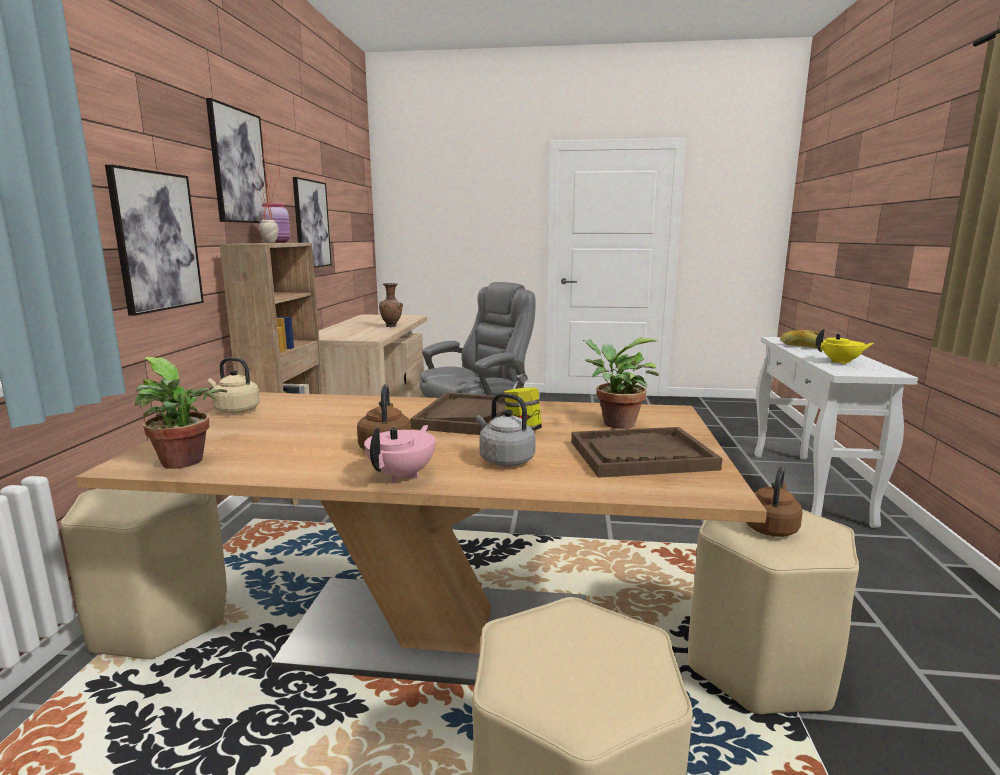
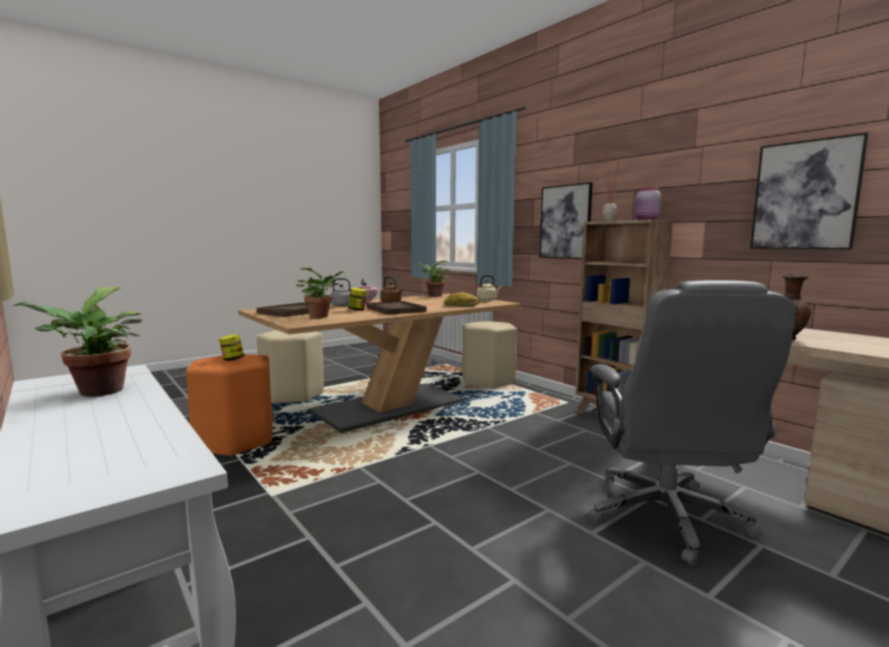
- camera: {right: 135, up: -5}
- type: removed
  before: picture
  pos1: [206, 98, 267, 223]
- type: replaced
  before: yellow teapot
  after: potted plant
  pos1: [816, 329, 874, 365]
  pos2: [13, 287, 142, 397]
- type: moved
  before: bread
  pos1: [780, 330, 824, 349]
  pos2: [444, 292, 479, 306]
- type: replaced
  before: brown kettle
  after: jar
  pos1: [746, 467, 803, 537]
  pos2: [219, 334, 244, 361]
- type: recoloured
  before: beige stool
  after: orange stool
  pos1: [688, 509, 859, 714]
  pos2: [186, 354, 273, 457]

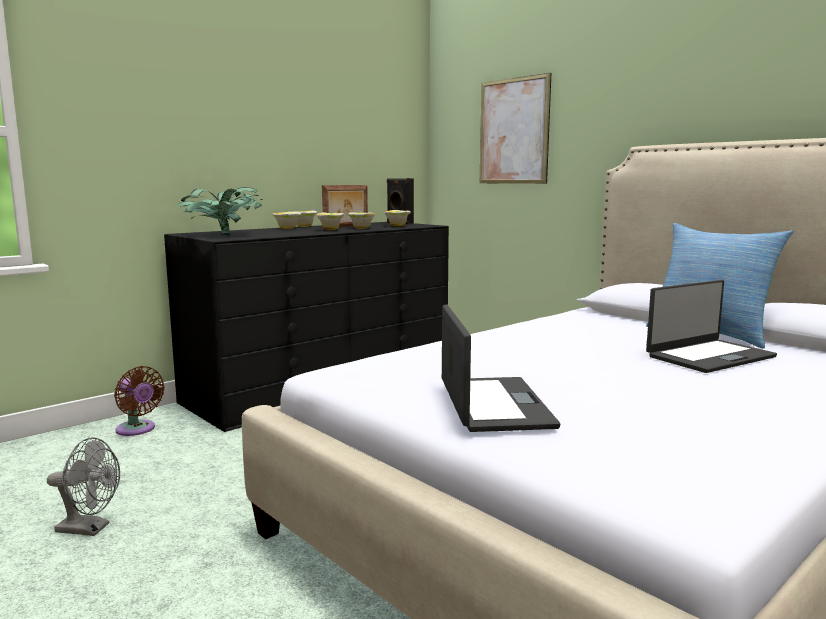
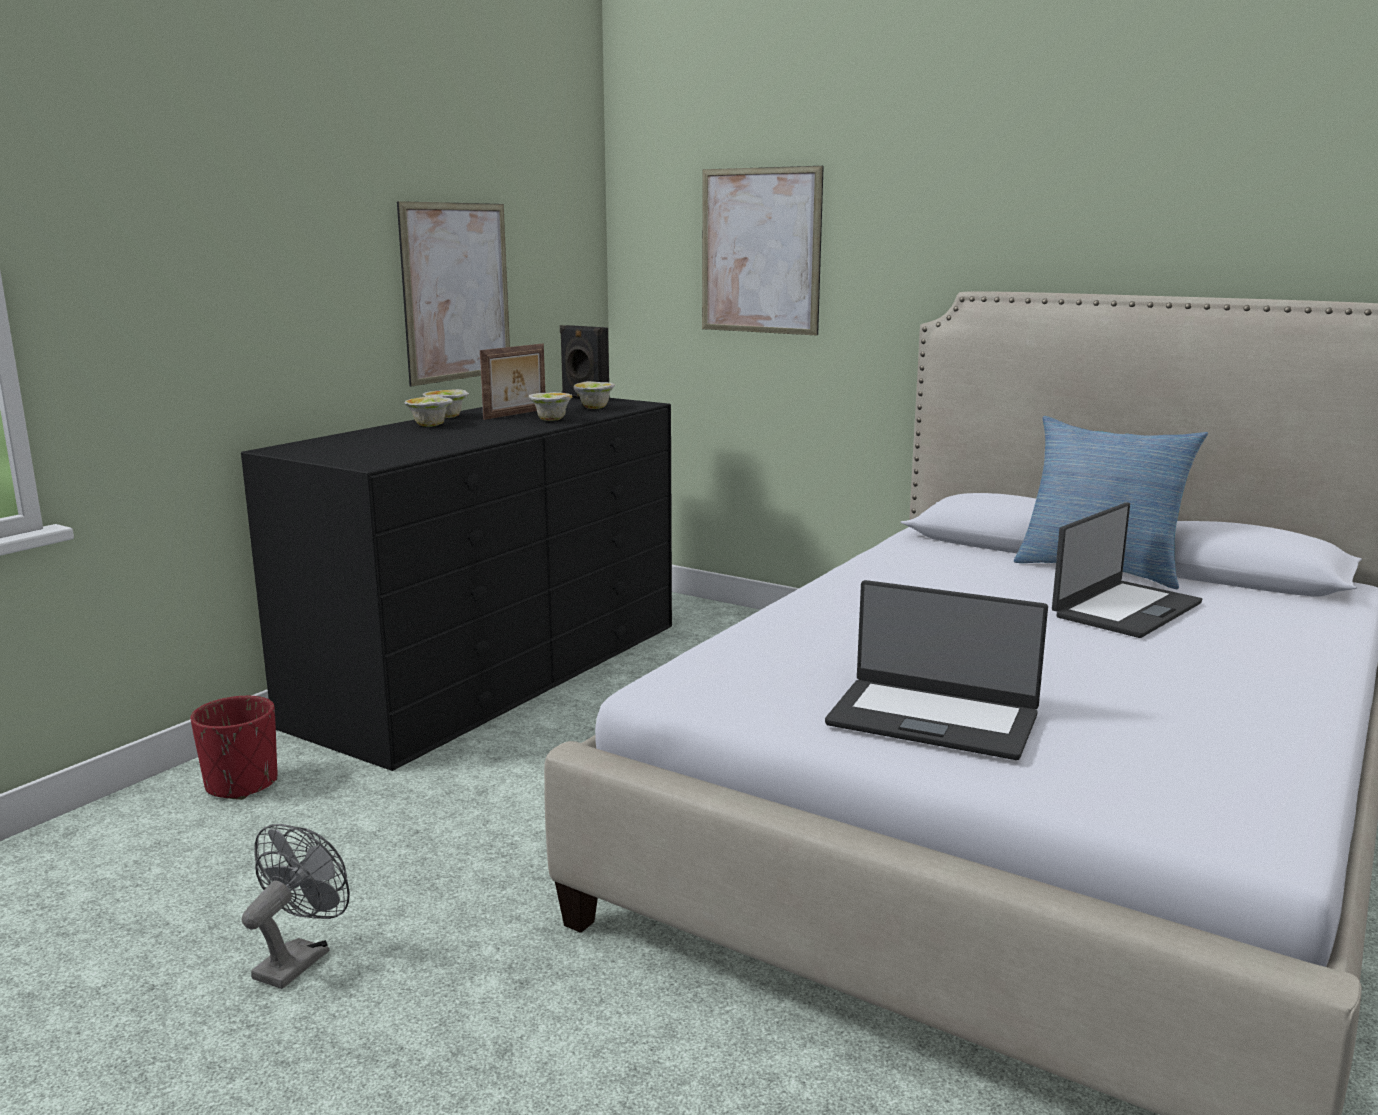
- camera: {right: -15, up: 5}
- type: removed
  before: potted plant
  pos1: [177, 187, 262, 235]
- type: removed
  before: bowl
  pos1: [317, 213, 344, 230]
- type: turned
  before: laptop
  pos1: [442, 305, 560, 432]
  pos2: [825, 580, 1048, 760]
  turn: 135
- type: replaced
  before: brown fan
  after: red planter
  pos1: [114, 366, 165, 436]
  pos2: [191, 696, 277, 800]
- type: turned
  before: grey fan
  pos1: [47, 437, 120, 536]
  pos2: [242, 824, 350, 989]
  turn: -60
- type: added
  after: picture
  pos2: [397, 201, 510, 386]

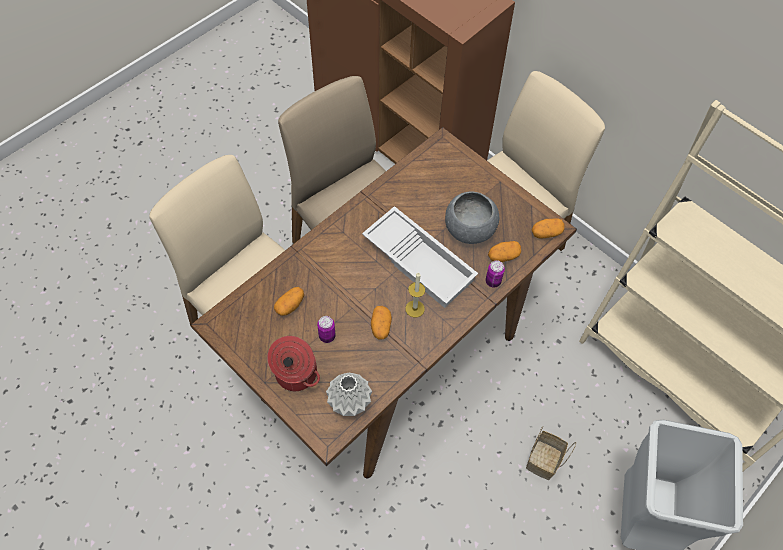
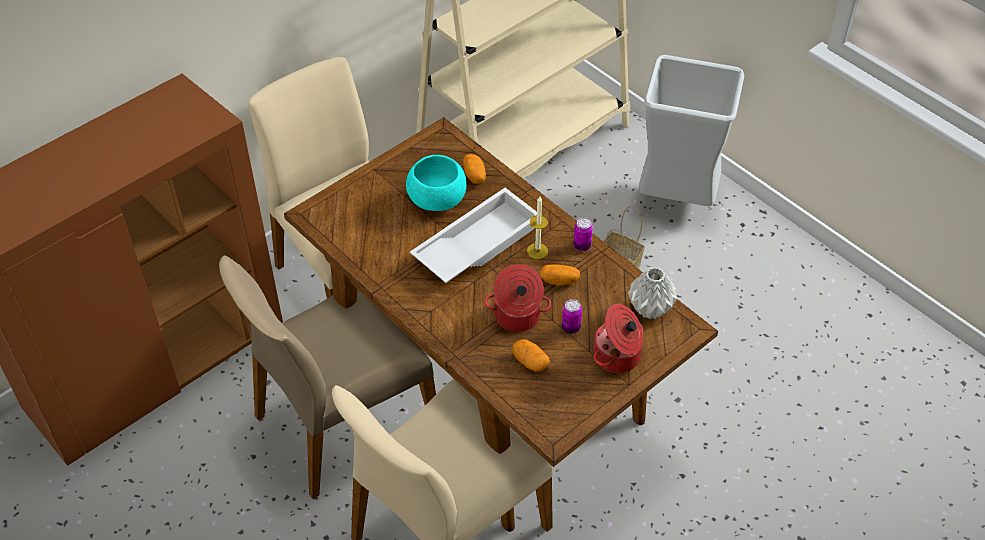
- camera: {right: -85, up: -10}
- type: recoloured
  before: grey bowl
  after: turquoise bowl
  pos1: [445, 192, 499, 244]
  pos2: [406, 155, 467, 211]
- type: removed
  before: potato
  pos1: [532, 218, 564, 239]
- type: moved
  before: can
  pos1: [485, 260, 505, 287]
  pos2: [573, 218, 593, 251]
- type: added
  after: cooking pot
  pos2: [485, 264, 551, 332]

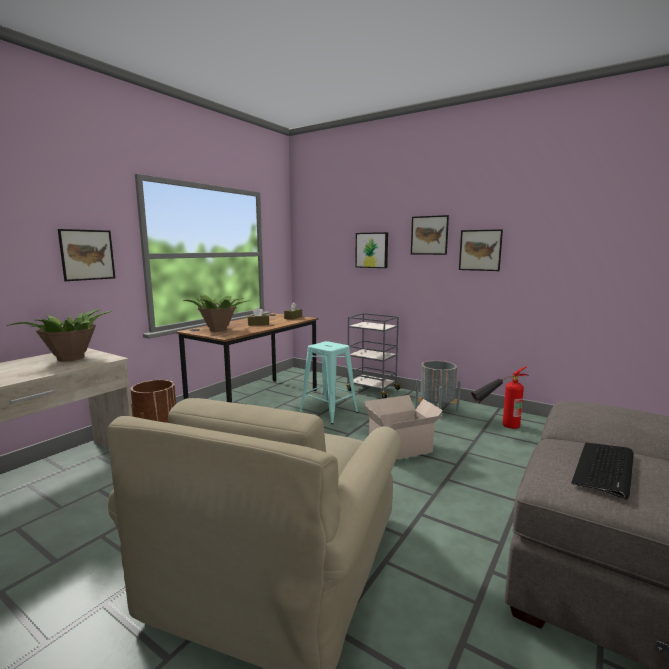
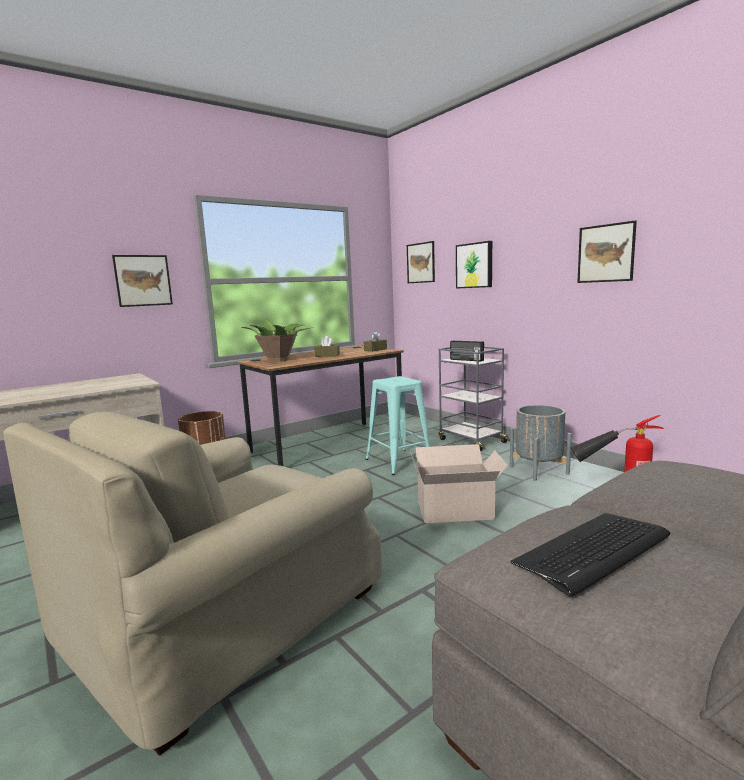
- camera: {right: 20, up: 0}
- type: moved
  before: picture
  pos1: [411, 215, 449, 255]
  pos2: [407, 241, 435, 283]
- type: removed
  before: potted plant
  pos1: [7, 309, 112, 362]
- type: added
  after: radio
  pos2: [450, 340, 484, 362]

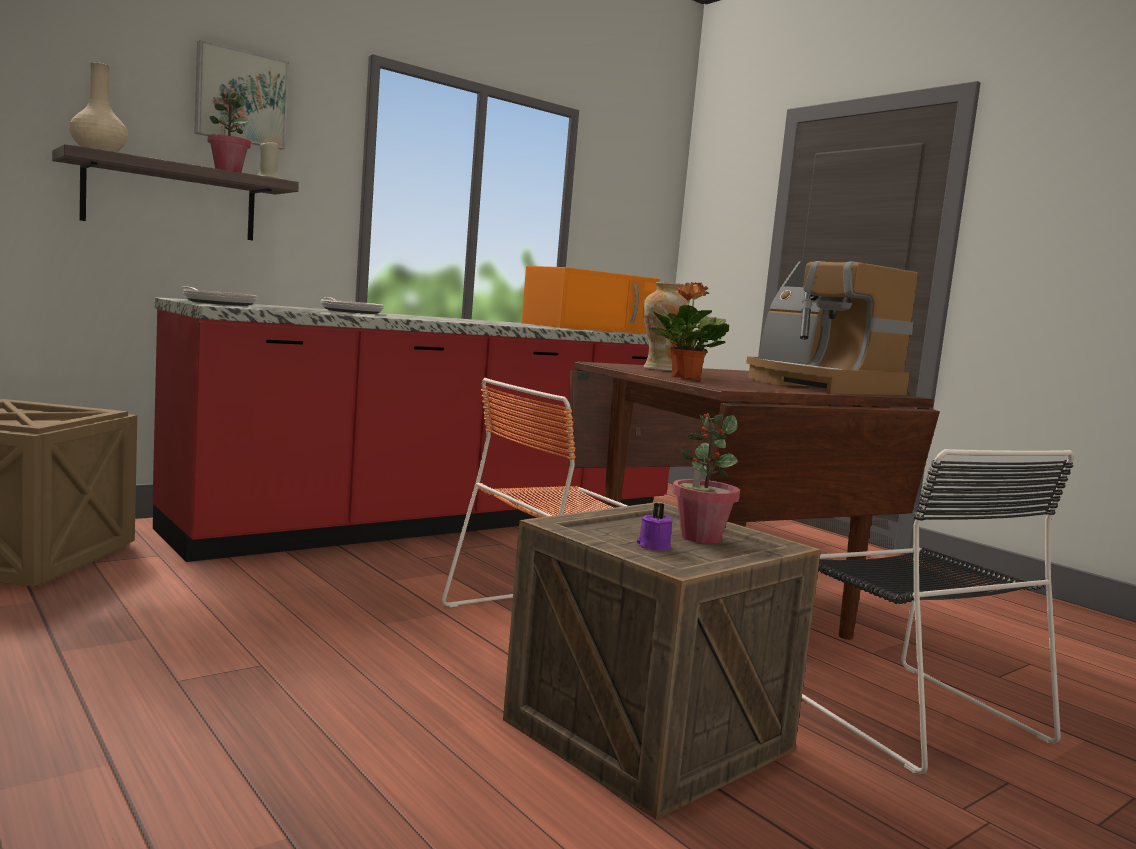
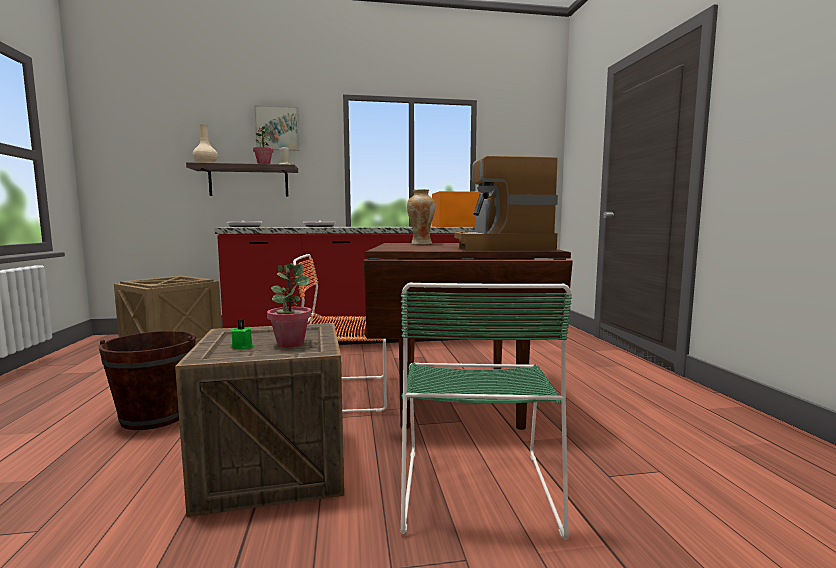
- camera: {right: 30, up: 0}
- type: removed
  before: potted plant
  pos1: [651, 282, 730, 380]
- type: recoloured
  before: black chair
  after: green chair
  pos1: [802, 449, 1074, 774]
  pos2: [400, 283, 572, 540]
- type: recoloured
  before: purple candle
  after: green candle
  pos1: [637, 503, 673, 551]
  pos2: [230, 320, 253, 349]
- type: added
  after: brown bucket
  pos2: [98, 331, 196, 430]

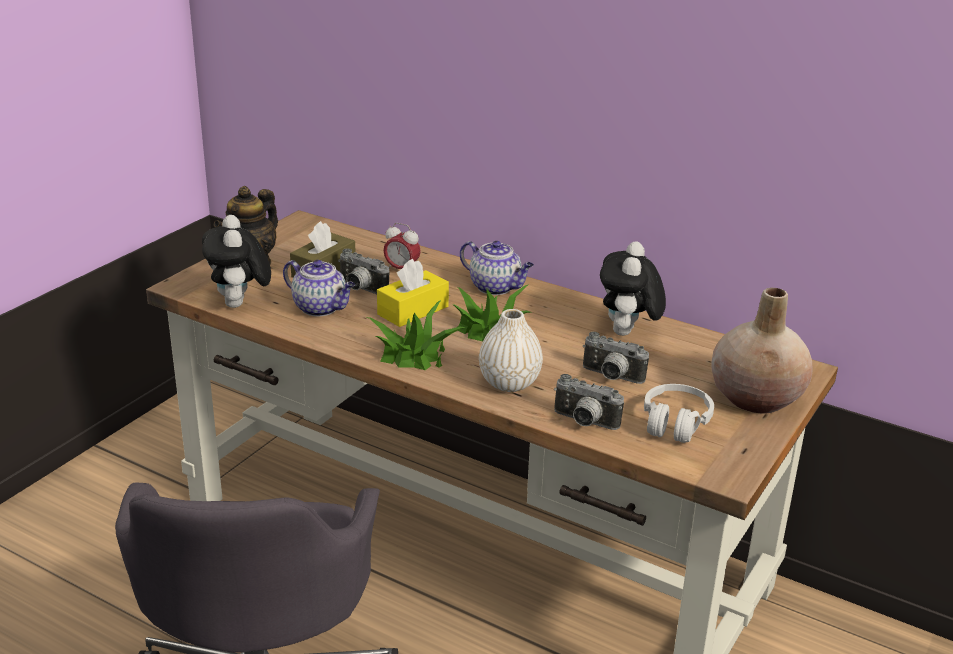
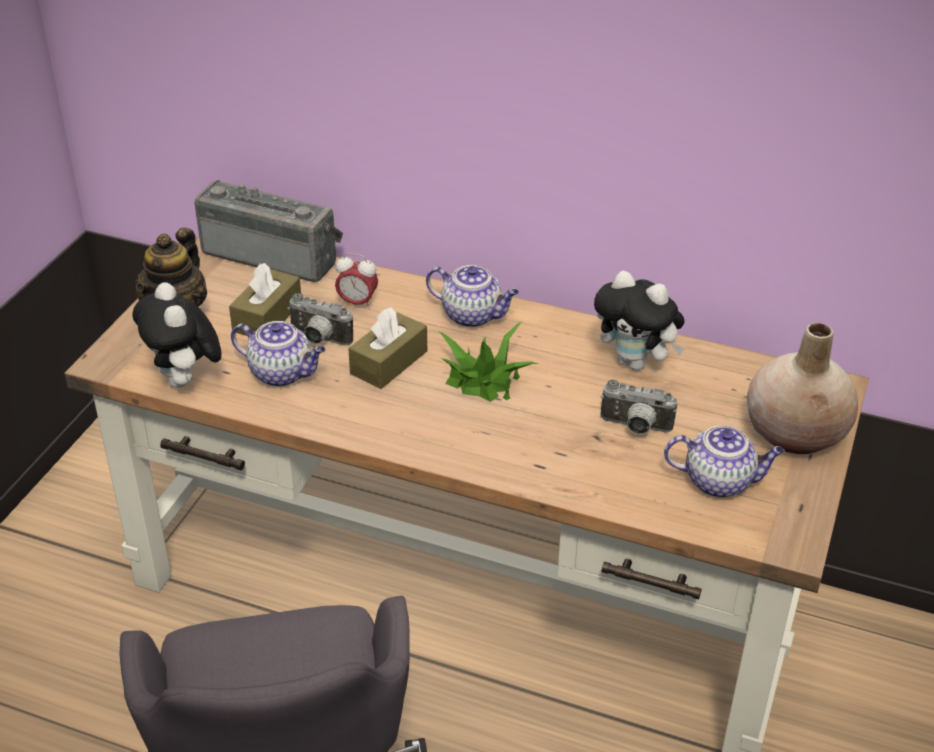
- camera: {right: -10, up: 10}
- type: turned
  before: plush toy
  pos1: [600, 241, 666, 336]
  pos2: [594, 271, 685, 370]
  turn: -60
- type: recoloured
  before: yellow tissue box
  after: brown tissue box
  pos1: [377, 259, 449, 327]
  pos2: [348, 307, 427, 389]
- type: removed
  before: potted plant
  pos1: [367, 300, 467, 370]
- type: removed
  before: white vase
  pos1: [479, 309, 543, 392]
- type: removed
  before: photo camera
  pos1: [554, 374, 624, 430]
- type: replaced
  before: white headphones
  after: teapot
  pos1: [644, 384, 714, 443]
  pos2: [664, 425, 785, 498]
- type: added
  after: radio
  pos2: [194, 180, 343, 282]

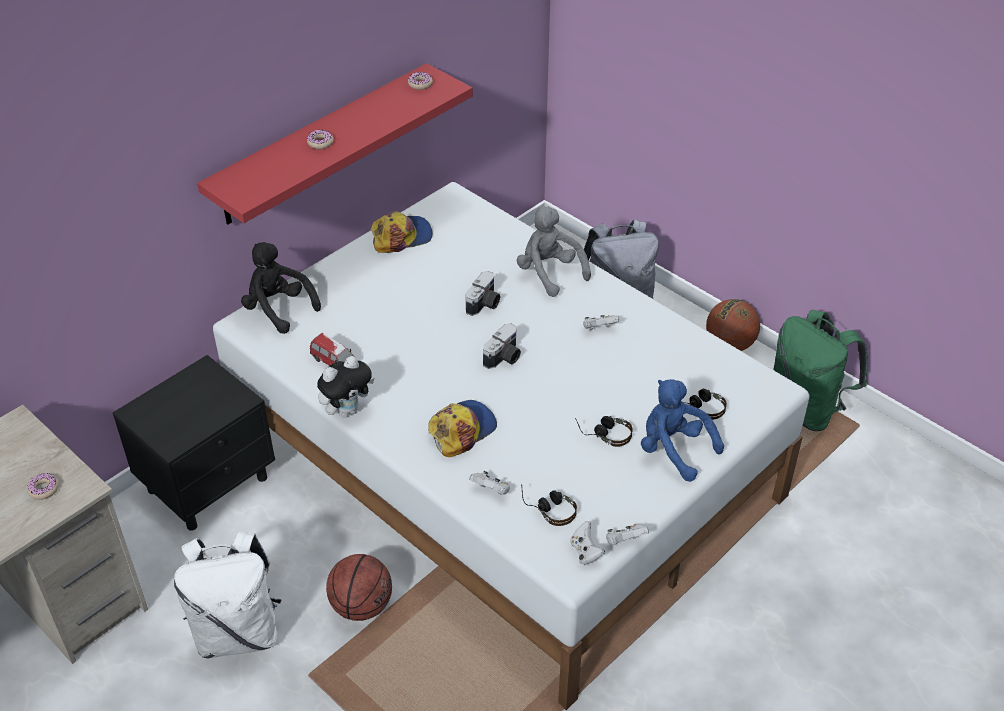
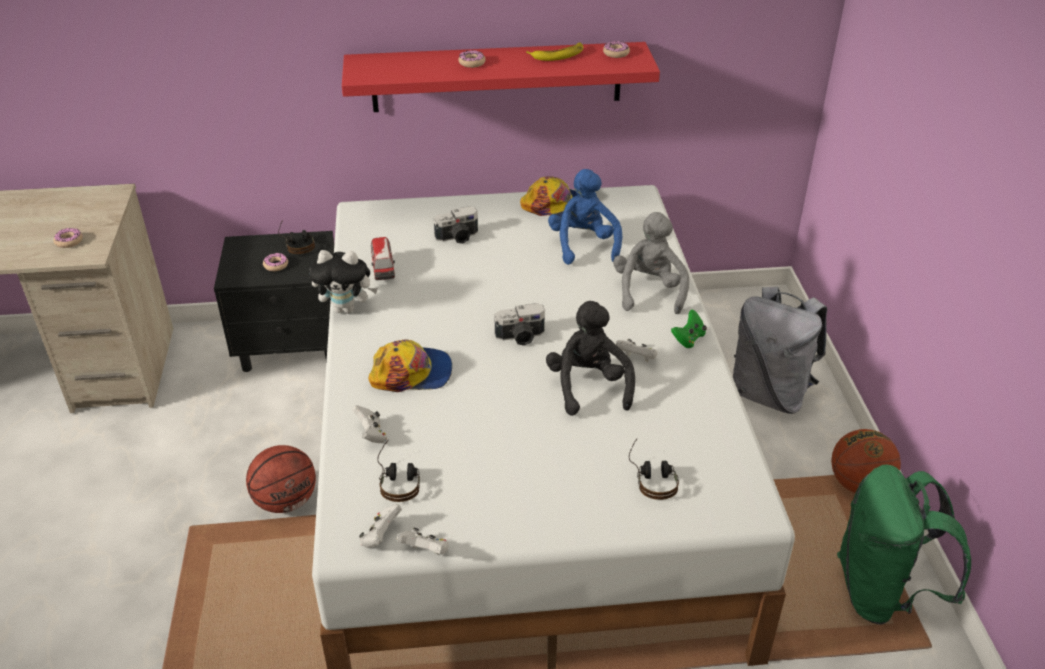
- camera: {right: 40, up: -5}
- type: moved
  before: black plush toy
  pos1: [241, 242, 321, 334]
  pos2: [546, 301, 635, 416]
- type: moved
  before: photo camera
  pos1: [466, 271, 500, 316]
  pos2: [434, 206, 478, 244]
- type: moved
  before: blue plush toy
  pos1: [641, 379, 724, 482]
  pos2: [548, 169, 622, 265]
- type: moved
  before: headphones
  pos1: [575, 416, 633, 447]
  pos2: [278, 220, 315, 254]
- type: removed
  before: white backpack
  pos1: [174, 530, 282, 659]
- type: added
  after: banana
  pos2: [526, 42, 583, 61]
- type: added
  after: donut
  pos2: [263, 253, 288, 271]
- type: added
  after: green game controller
  pos2: [671, 310, 707, 348]

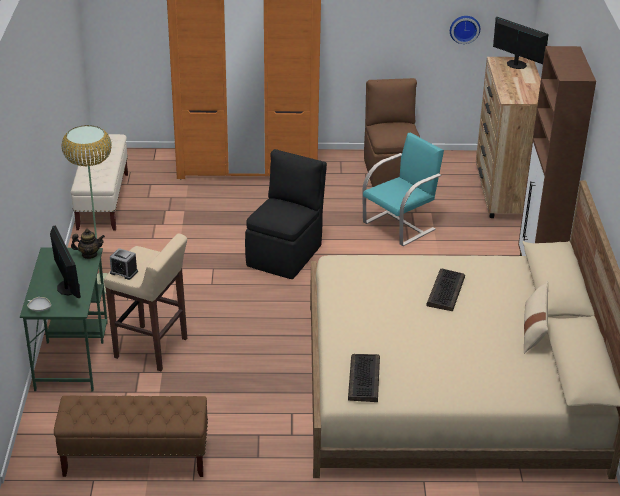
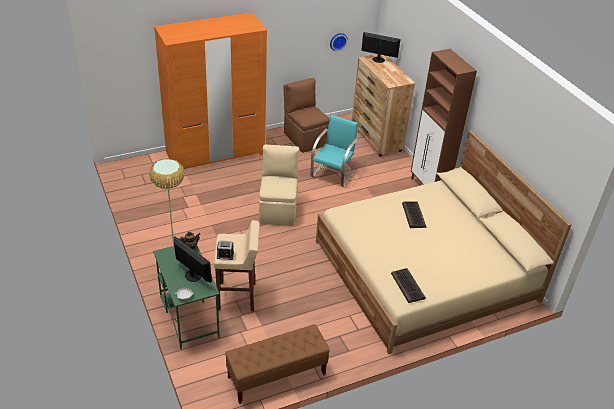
- camera: {right: -25, up: 5}
- type: removed
  before: beige bench
  pos1: [70, 134, 128, 230]
- type: recoloured
  before: black chair
  after: beige chair
  pos1: [245, 149, 327, 279]
  pos2: [259, 144, 299, 226]
- type: removed
  before: beige pillow
  pos1: [524, 281, 548, 354]

